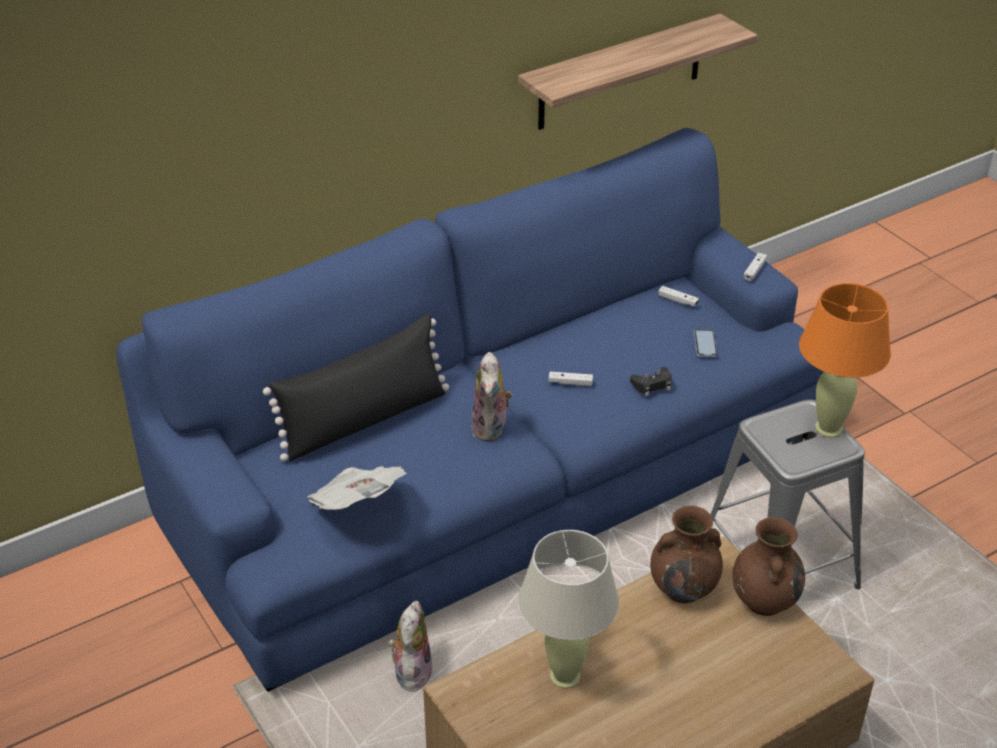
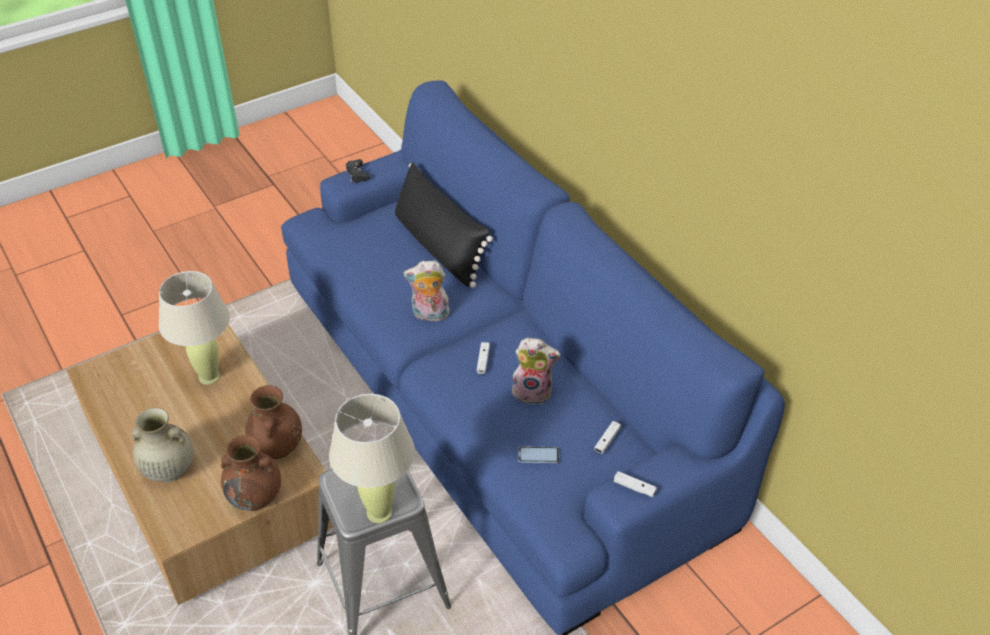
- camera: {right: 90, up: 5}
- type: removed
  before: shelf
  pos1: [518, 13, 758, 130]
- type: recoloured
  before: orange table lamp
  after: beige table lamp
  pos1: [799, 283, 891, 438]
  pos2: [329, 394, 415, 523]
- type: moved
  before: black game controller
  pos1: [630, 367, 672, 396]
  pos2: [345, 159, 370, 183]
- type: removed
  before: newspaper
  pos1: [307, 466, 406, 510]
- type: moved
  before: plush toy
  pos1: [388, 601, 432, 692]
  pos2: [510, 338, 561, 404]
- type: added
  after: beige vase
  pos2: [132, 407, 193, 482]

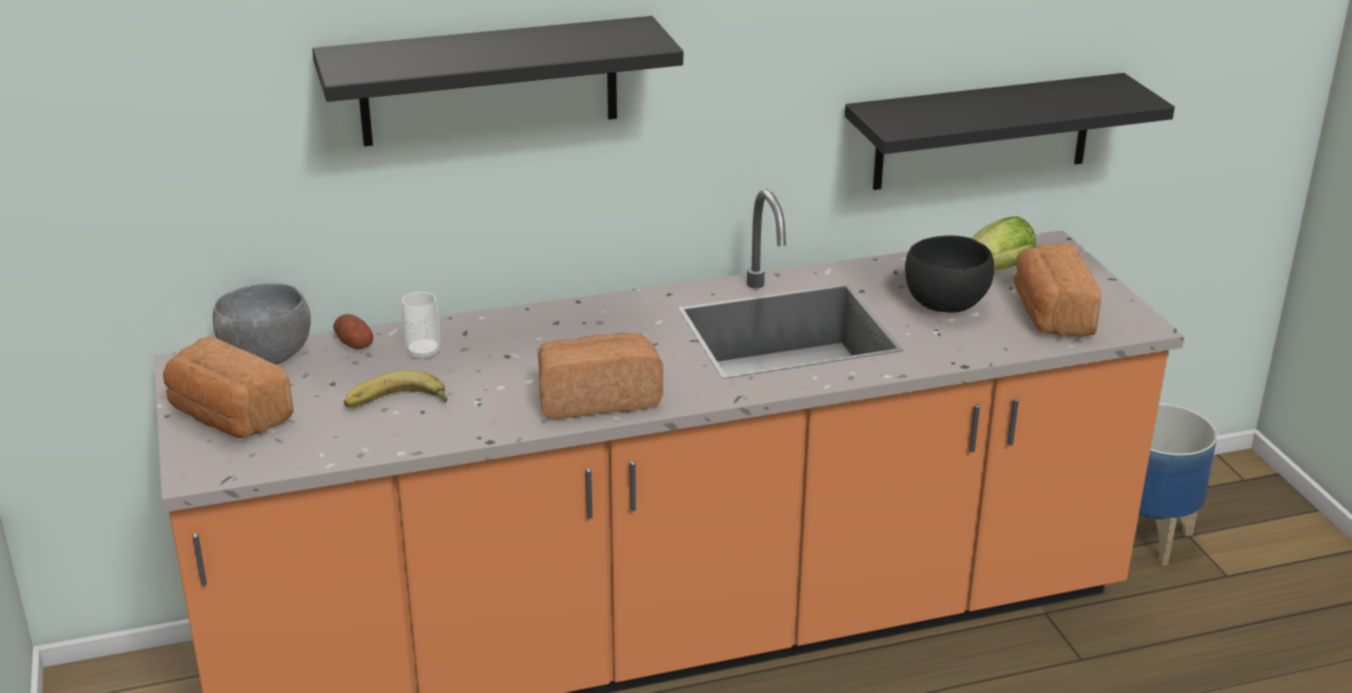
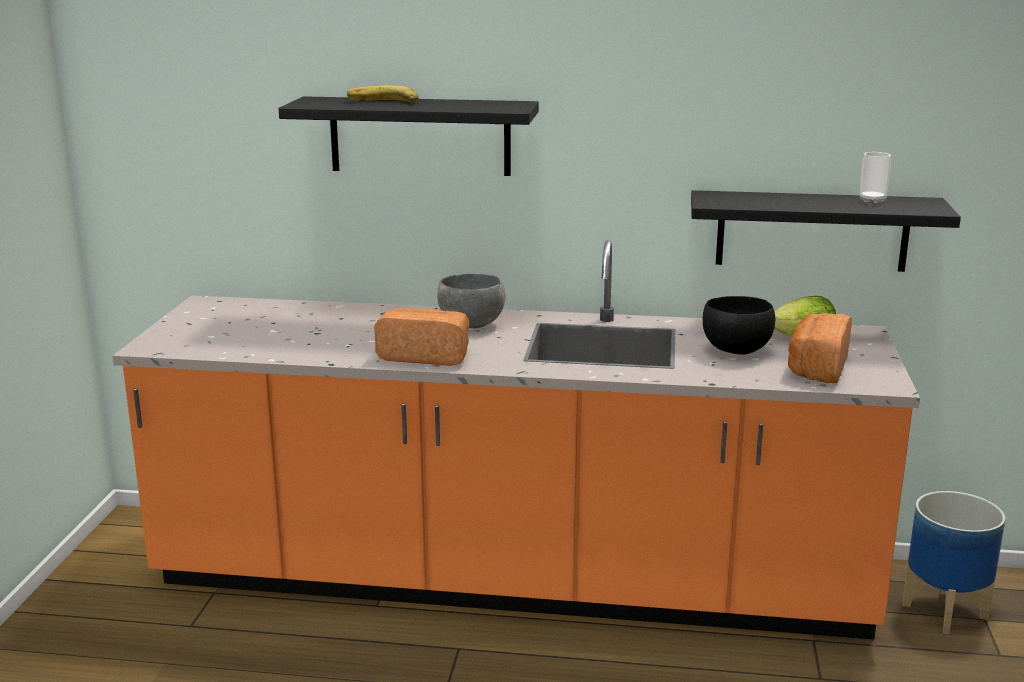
- camera: {right: 25, up: -10}
- type: moved
  before: grey bowl
  pos1: [213, 283, 311, 365]
  pos2: [437, 274, 506, 328]
- type: moved
  before: cup
  pos1: [402, 292, 440, 360]
  pos2: [860, 152, 891, 203]
- type: removed
  before: potato
  pos1: [333, 314, 373, 350]
- type: removed
  before: bread
  pos1: [163, 337, 294, 438]
- type: moved
  before: banana
  pos1: [344, 370, 447, 407]
  pos2: [347, 85, 419, 102]

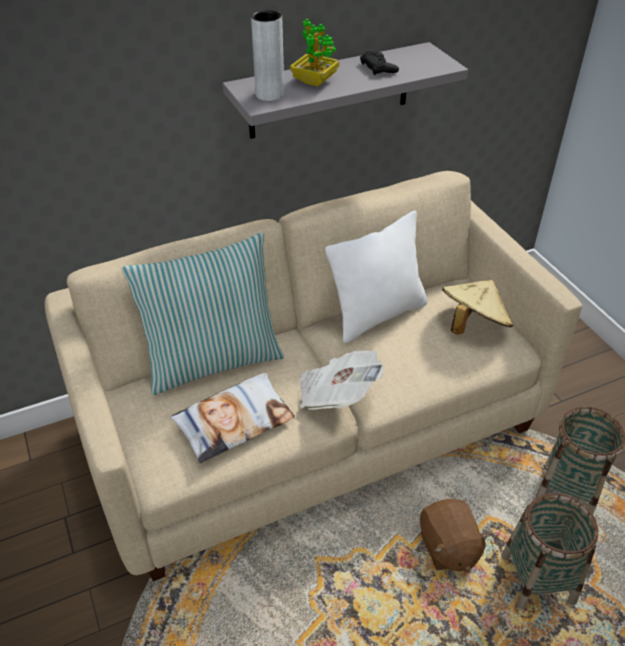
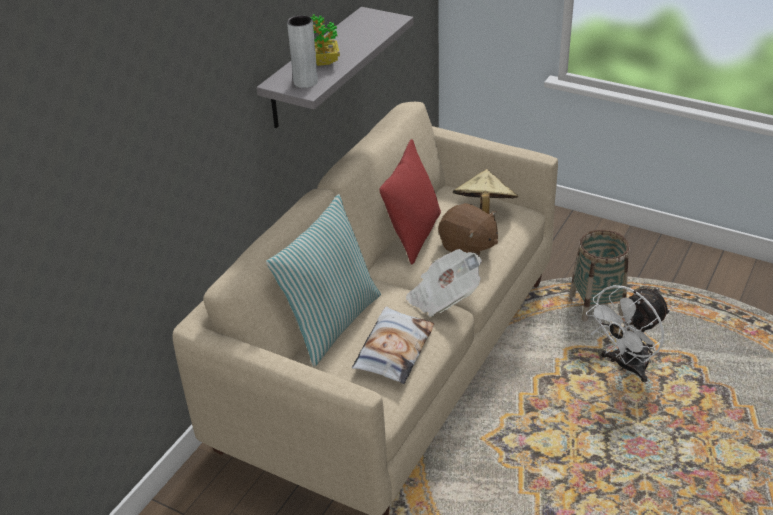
- camera: {right: -35, up: -5}
- type: removed
  before: black game controller
  pos1: [360, 51, 399, 75]
- type: recoloured
  before: white pillow
  after: red pillow
  pos1: [325, 211, 428, 343]
  pos2: [379, 139, 441, 264]
- type: replaced
  before: basket
  after: white fan
  pos1: [501, 493, 598, 610]
  pos2: [586, 285, 670, 382]
- type: moved
  before: brown plush toy
  pos1: [420, 499, 491, 572]
  pos2: [438, 203, 498, 256]

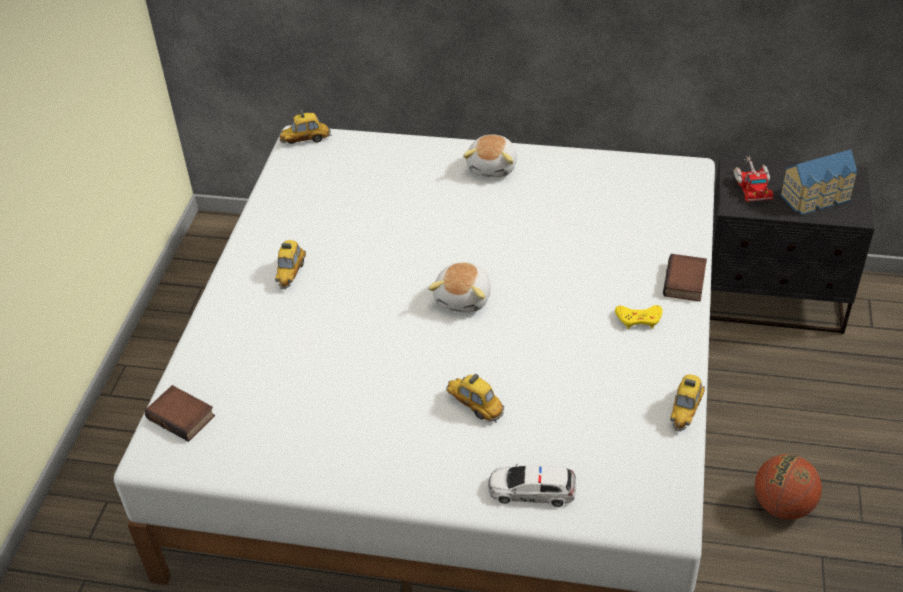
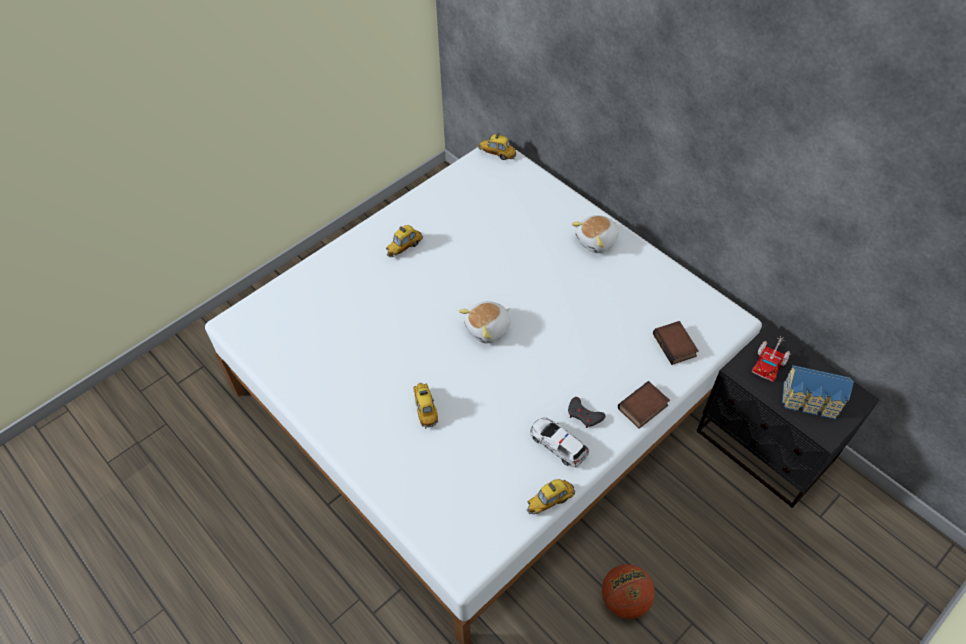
- camera: {right: 35, up: 10}
- type: recoloured
  before: yellow game controller
  after: grey game controller
  pos1: [615, 305, 662, 329]
  pos2: [568, 397, 606, 428]
- type: moved
  before: book
  pos1: [145, 385, 215, 442]
  pos2: [653, 321, 699, 365]
- type: moved
  before: toy car
  pos1: [488, 464, 576, 507]
  pos2: [530, 418, 589, 467]

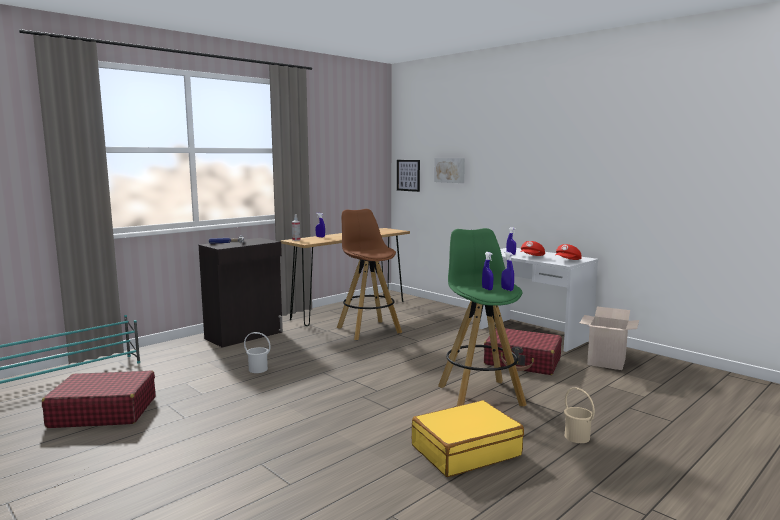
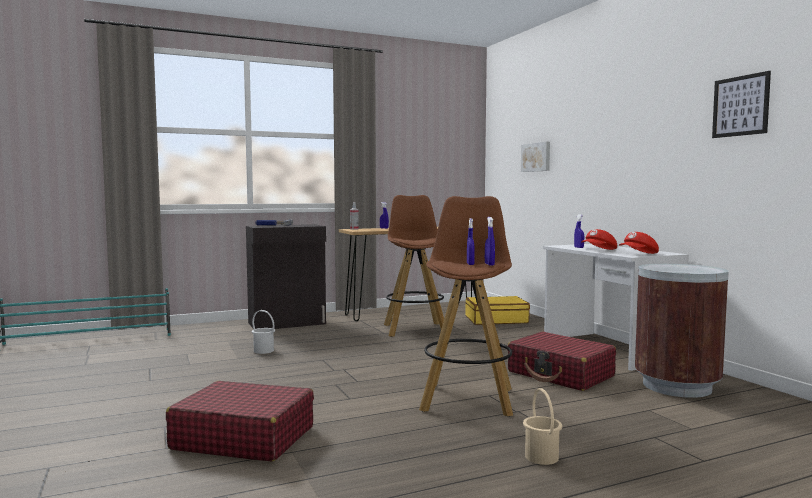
- camera: {right: 20, up: -5}
- type: moved
  before: picture
  pos1: [397, 160, 420, 192]
  pos2: [712, 71, 771, 138]
- type: recoloured
  before: green stool
  after: brown stool
  pos1: [438, 228, 527, 406]
  pos2: [419, 196, 513, 417]
- type: replaced
  before: cardboard box
  after: brown trash can
  pos1: [580, 306, 639, 370]
  pos2: [635, 264, 729, 398]
- type: moved
  before: red suitcase
  pos1: [42, 370, 155, 428]
  pos2: [166, 381, 314, 462]
- type: moved
  before: yellow suitcase
  pos1: [412, 400, 524, 477]
  pos2: [465, 296, 530, 325]

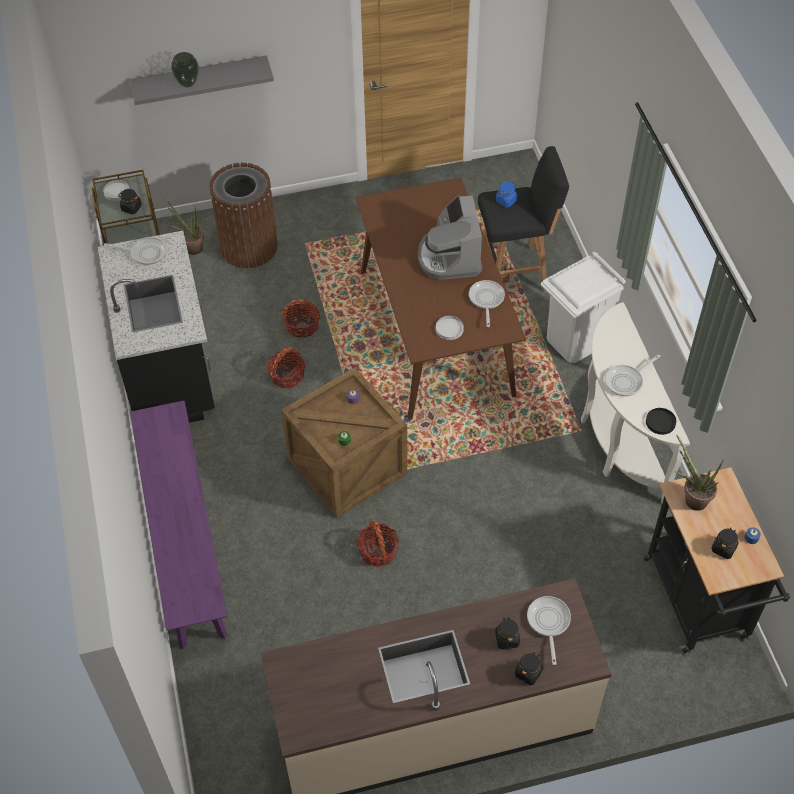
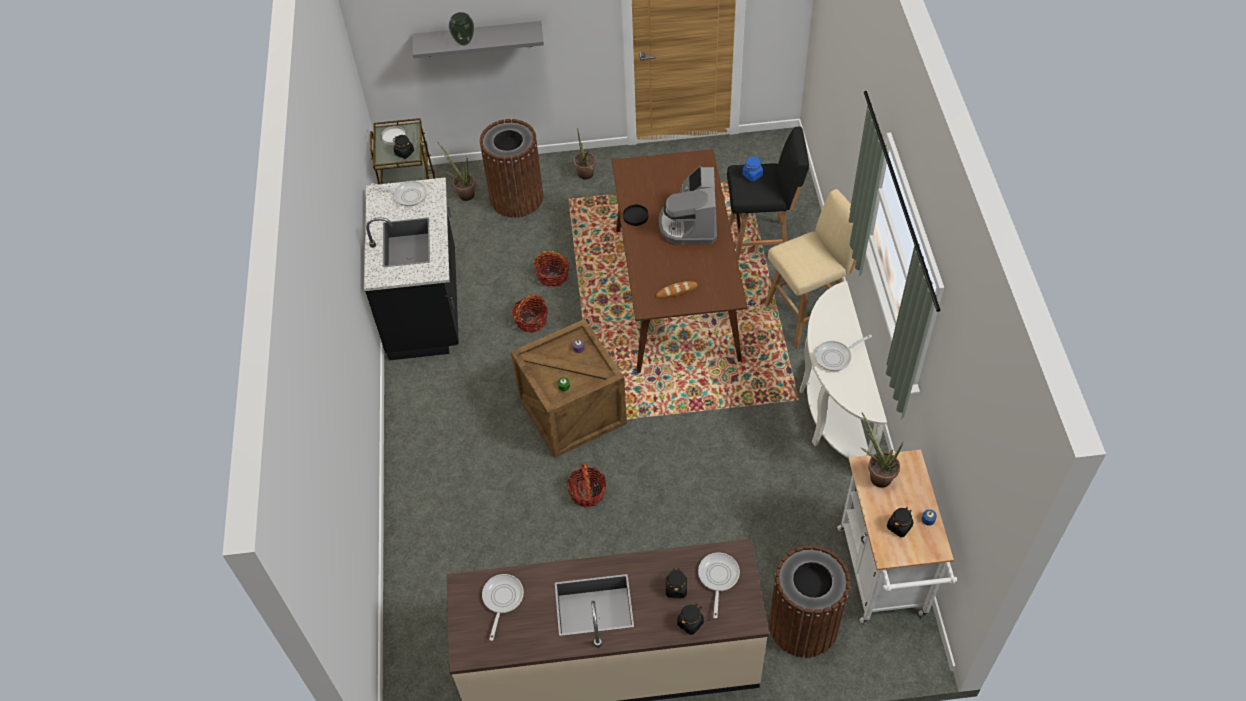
- camera: {right: 10, up: 0}
- type: replaced
  before: white trash can
  after: beige stool
  pos1: [541, 252, 626, 363]
  pos2: [765, 189, 856, 348]
- type: moved
  before: frying pan
  pos1: [469, 280, 505, 327]
  pos2: [482, 574, 524, 641]
- type: replaced
  before: white plate
  after: bread
  pos1: [436, 316, 464, 340]
  pos2: [656, 281, 698, 299]
- type: removed
  before: purple bench
  pos1: [130, 401, 227, 649]
- type: moved
  before: black plate
  pos1: [646, 408, 676, 435]
  pos2: [623, 205, 648, 226]
- type: recoloured
  before: black cart
  after: white cart
  pos1: [644, 467, 790, 654]
  pos2: [837, 449, 957, 624]
- type: added
  after: potted plant
  pos2: [574, 128, 596, 180]
- type: added
  after: brown trash can
  pos2: [769, 545, 850, 658]

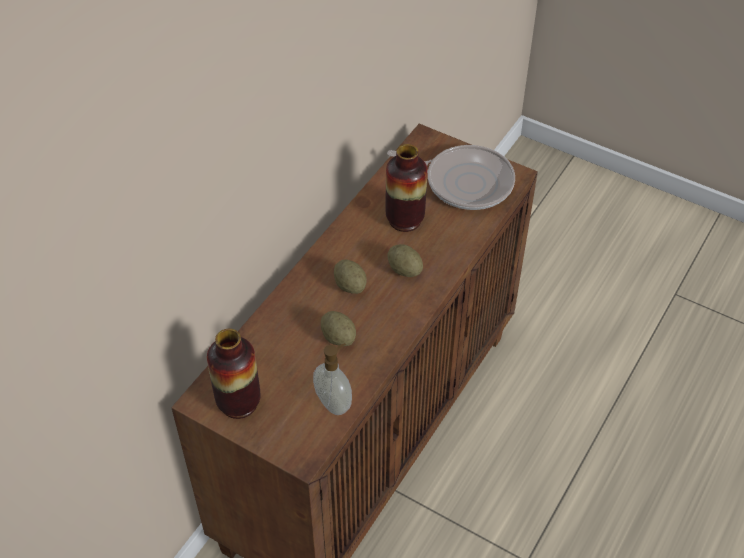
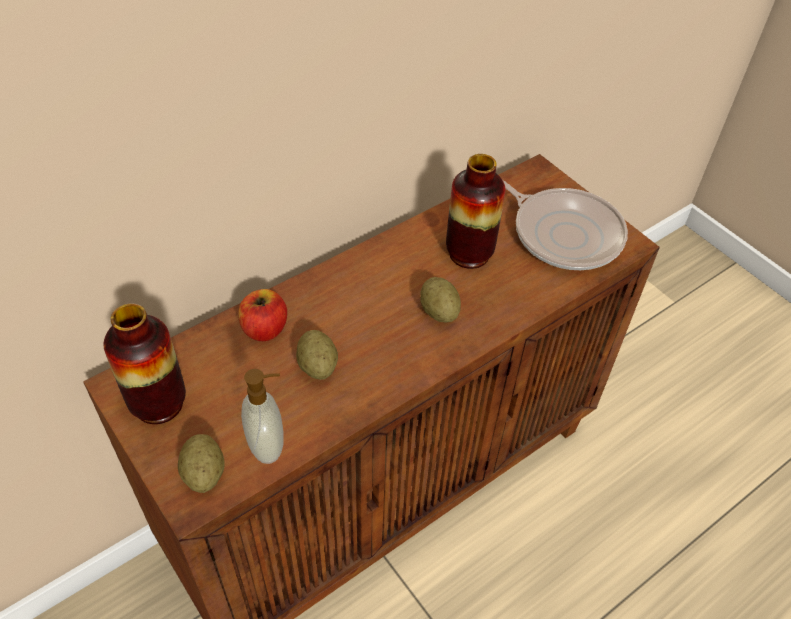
- camera: {right: 20, up: 0}
- type: moved
  before: potato
  pos1: [334, 259, 367, 294]
  pos2: [178, 434, 225, 493]
- type: added
  after: apple
  pos2: [238, 289, 287, 341]

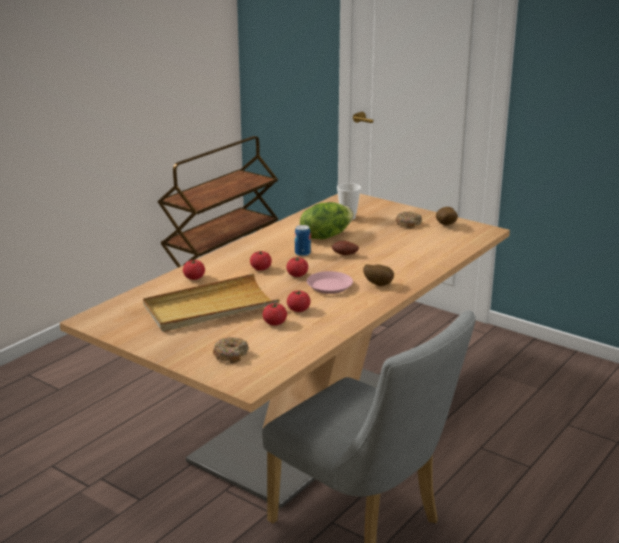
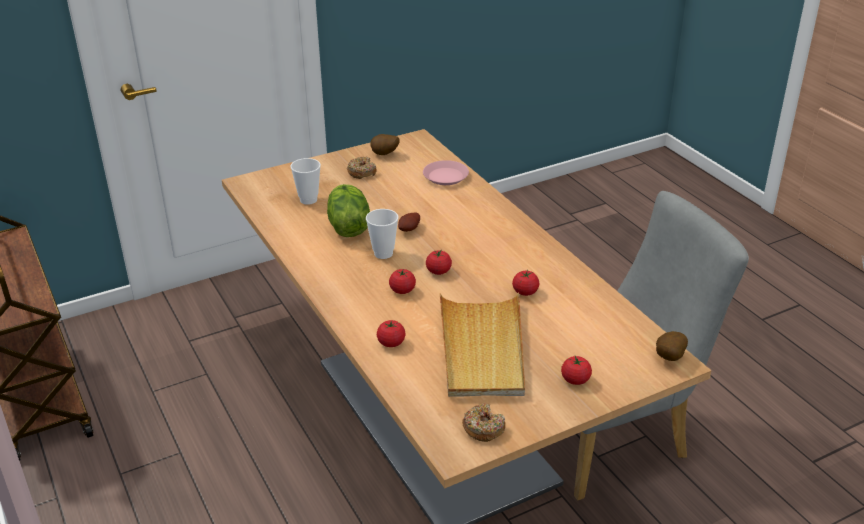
- camera: {right: -65, up: 10}
- type: replaced
  before: can
  after: cup
  pos1: [295, 225, 311, 256]
  pos2: [366, 209, 398, 259]
- type: moved
  before: potato
  pos1: [363, 264, 394, 286]
  pos2: [656, 331, 688, 361]
- type: moved
  before: pink plate
  pos1: [307, 271, 353, 294]
  pos2: [423, 160, 469, 185]
- type: moved
  before: tomato
  pos1: [263, 302, 287, 326]
  pos2: [561, 356, 592, 385]
- type: moved
  before: donut
  pos1: [213, 337, 249, 363]
  pos2: [462, 403, 505, 442]

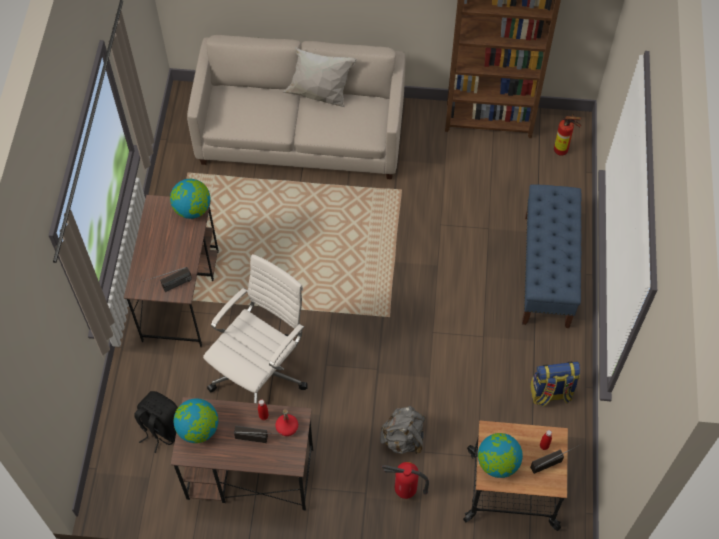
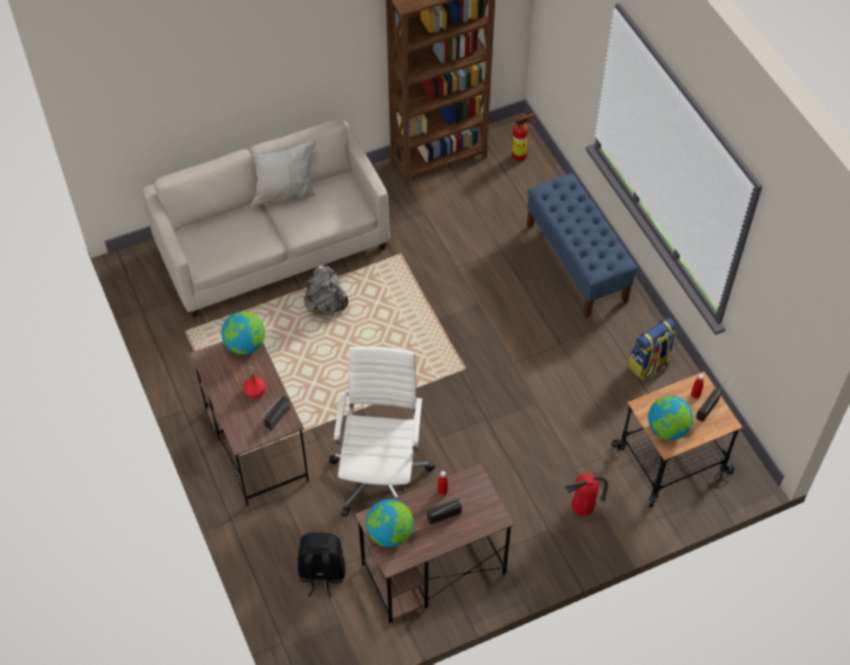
- camera: {right: -30, up: -5}
- type: moved
  before: grey backpack
  pos1: [380, 406, 426, 454]
  pos2: [304, 265, 348, 316]
- type: moved
  before: red bottle
  pos1: [276, 409, 298, 436]
  pos2: [243, 366, 266, 399]

